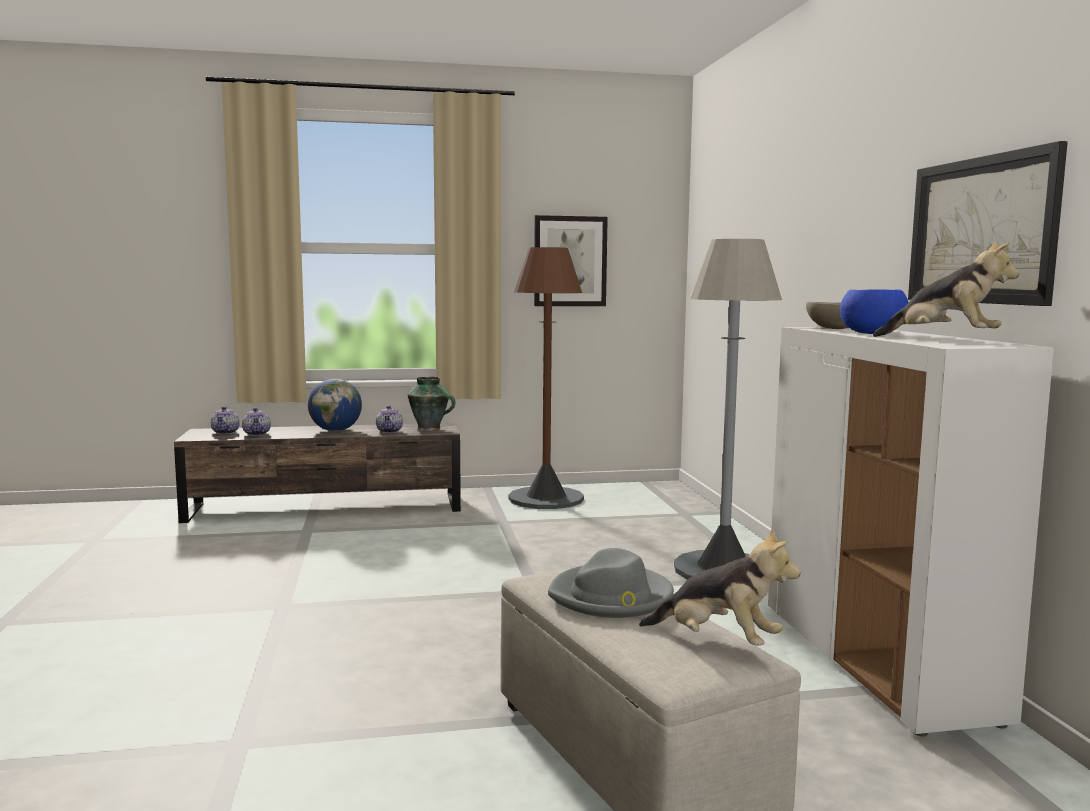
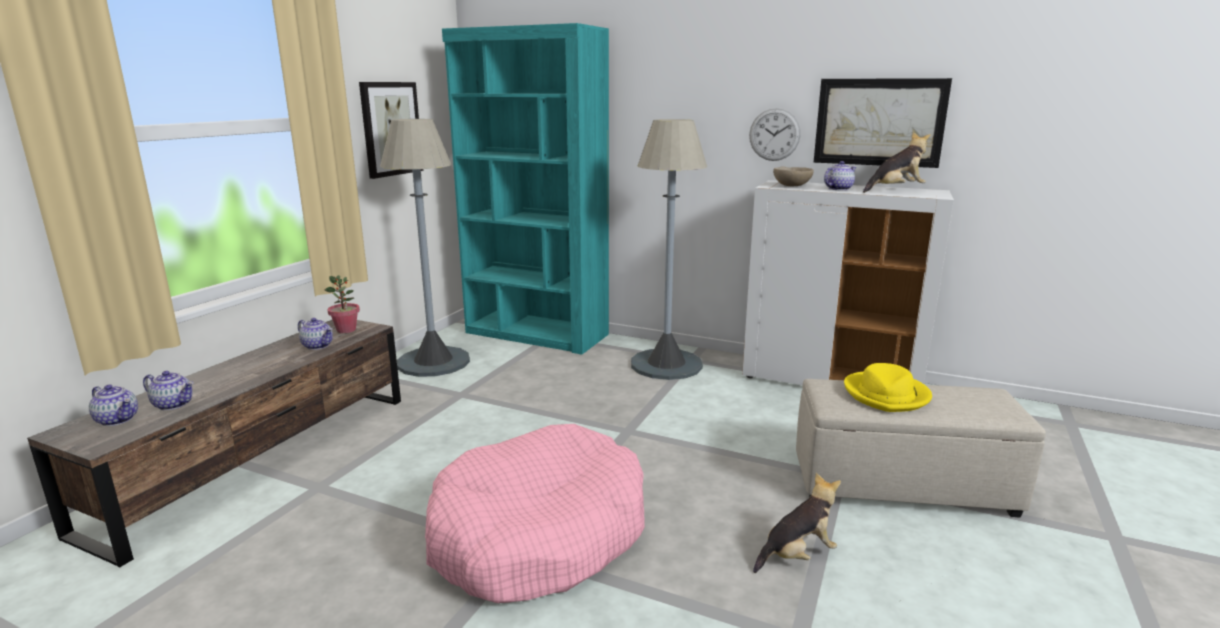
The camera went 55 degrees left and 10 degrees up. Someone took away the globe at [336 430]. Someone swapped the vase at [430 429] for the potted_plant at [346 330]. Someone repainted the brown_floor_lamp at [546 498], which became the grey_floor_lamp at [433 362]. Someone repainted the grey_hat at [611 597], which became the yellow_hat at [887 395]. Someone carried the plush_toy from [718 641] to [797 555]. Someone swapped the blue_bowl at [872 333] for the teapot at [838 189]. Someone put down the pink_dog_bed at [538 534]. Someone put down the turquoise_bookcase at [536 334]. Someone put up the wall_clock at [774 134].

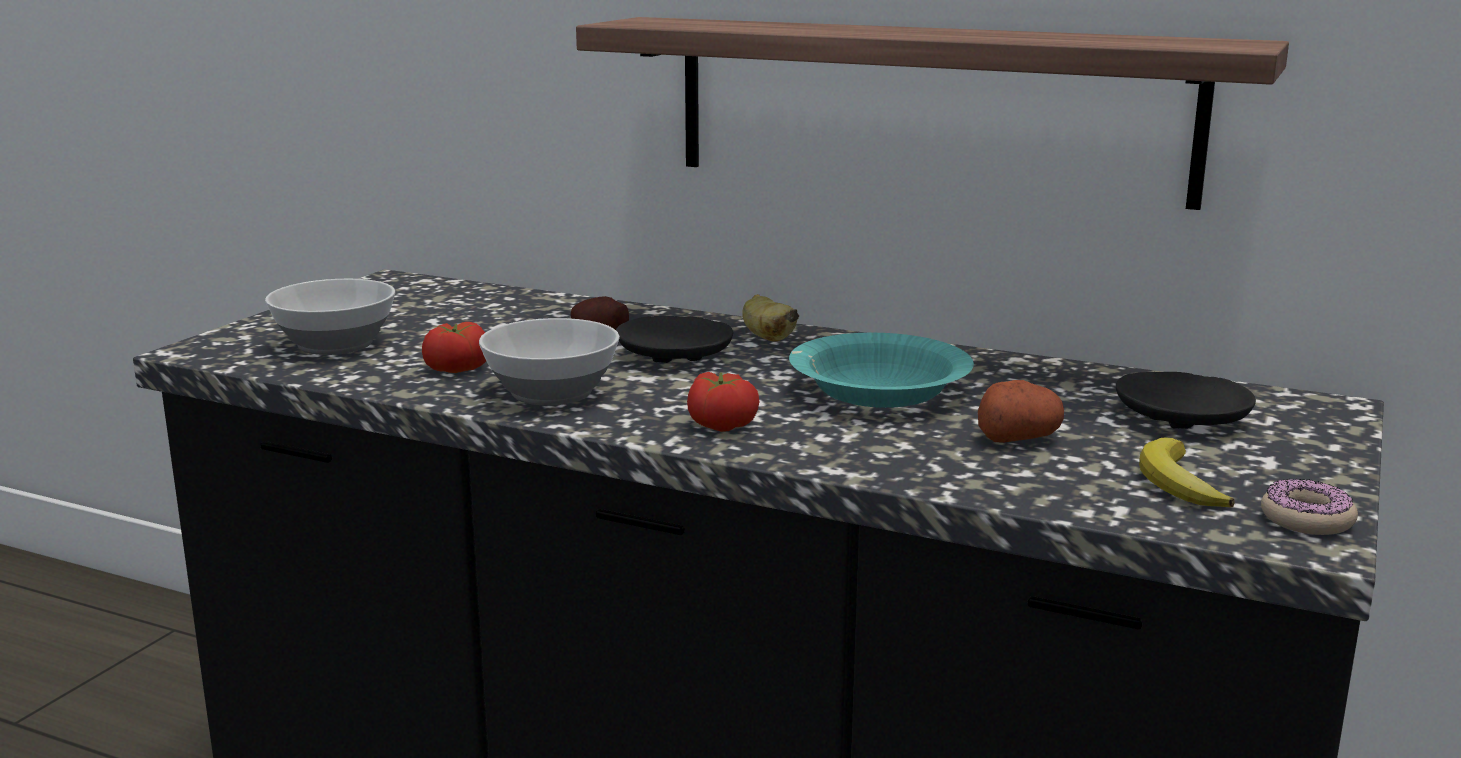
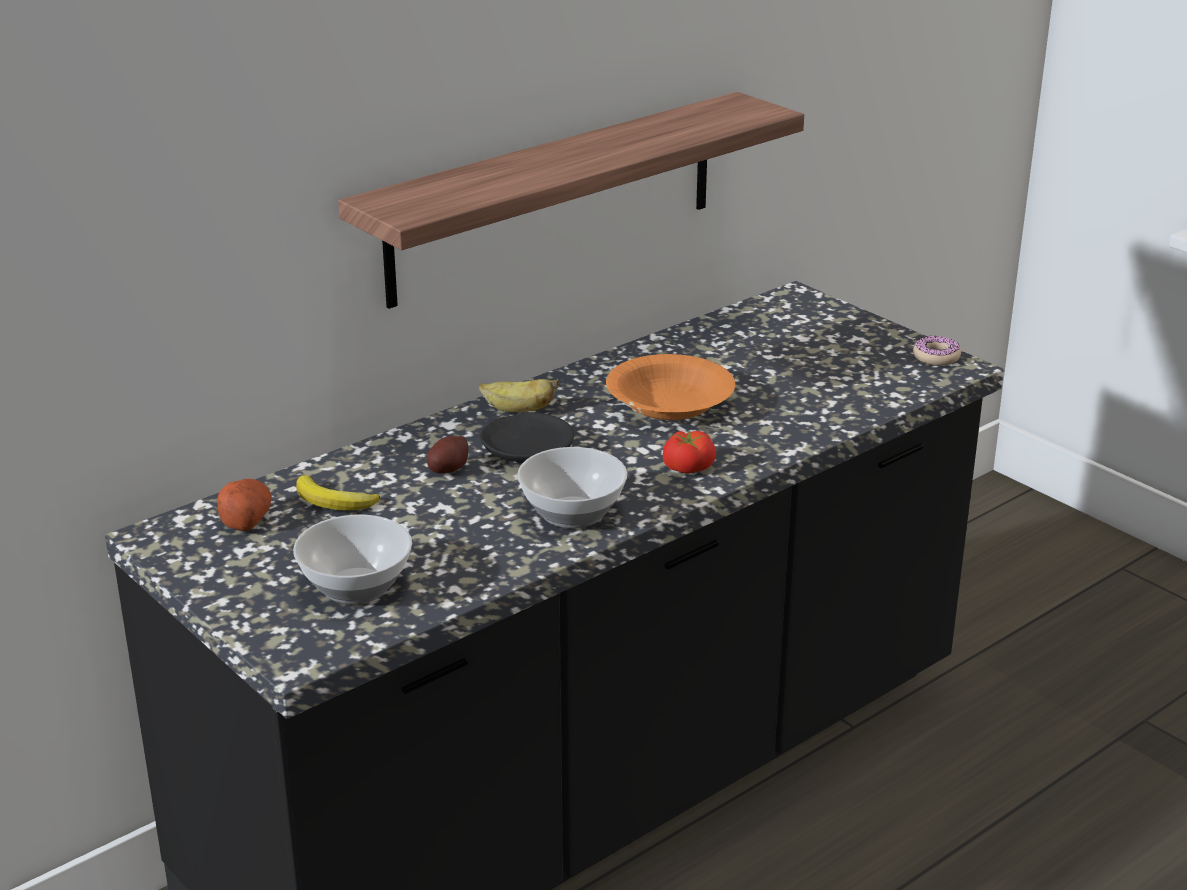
The camera went 65 degrees left and 10 degrees up. Someone took away the tomato at [456 368]. Someone repainted the turquoise_bowl at [879 392], which became the orange_bowl at [669 404]. Someone carried the potato from [1018 437] to [245 520]. Someone took away the black_plate at [1182 418]. Someone carried the banana from [1177 483] to [334 501].

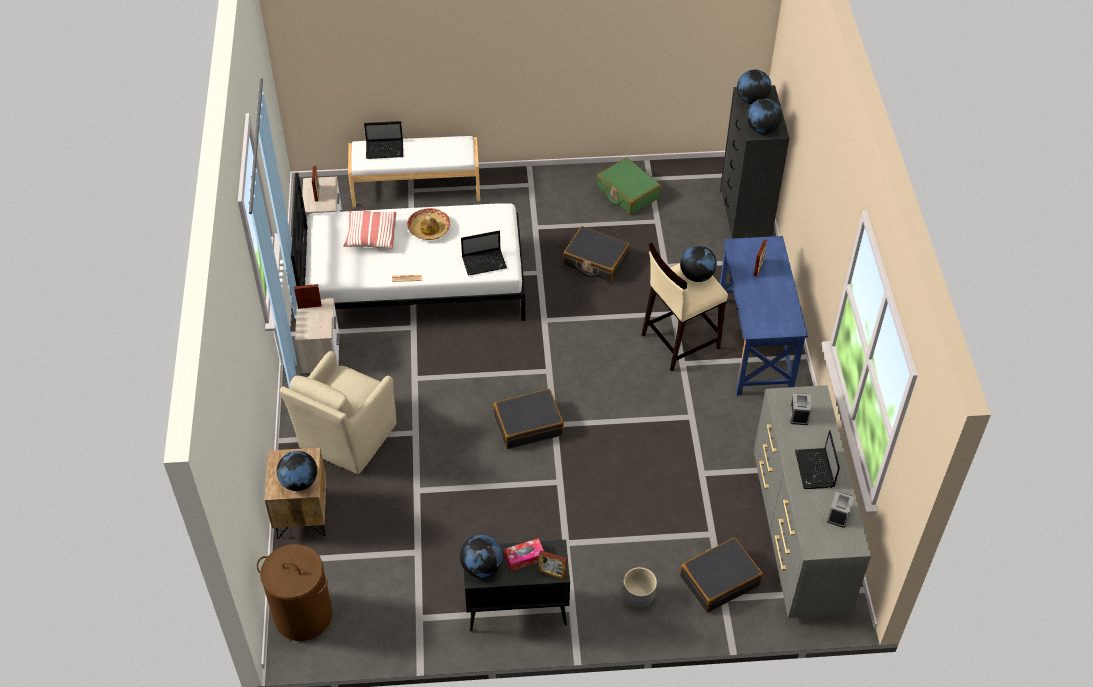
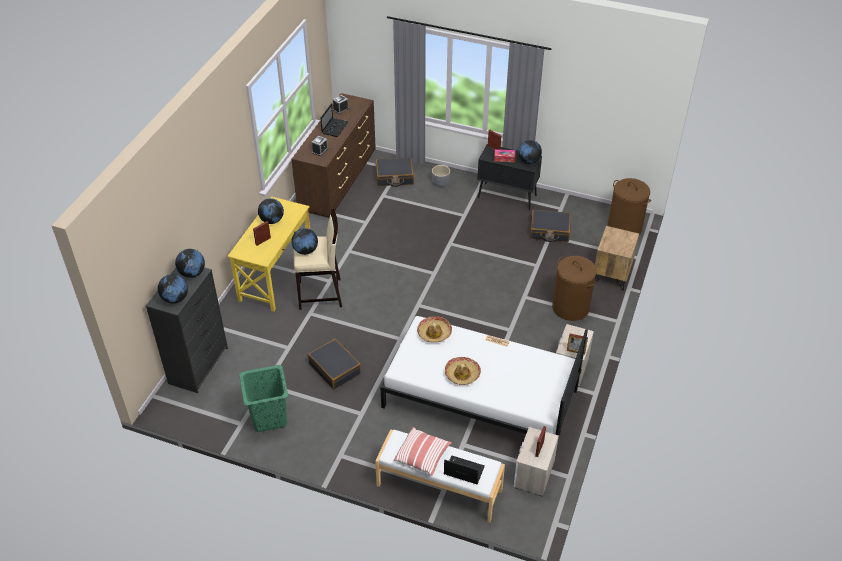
The camera went 155 degrees left and 5 degrees down. Someone carried the globe from [299 482] to [272 220]. Someone swapped the beige_armchair at [346 438] for the brown_laundry_basket at [571 307]. Someone carried the pillow from [371 236] to [422 456]. Someone swapped the laptop at [485 262] for the hat at [434 333]. Someone carried the black_suitcase from [528 425] to [549 231]. Someone swapped the green_suitcase at [627 193] for the green_laundry_basket at [268 417]. Someone repainted the blue_desk at [754 345], which became the yellow_desk at [275 276]. Someone repainted the grey_dresser at [798 535], which became the brown_dresser at [338 181].

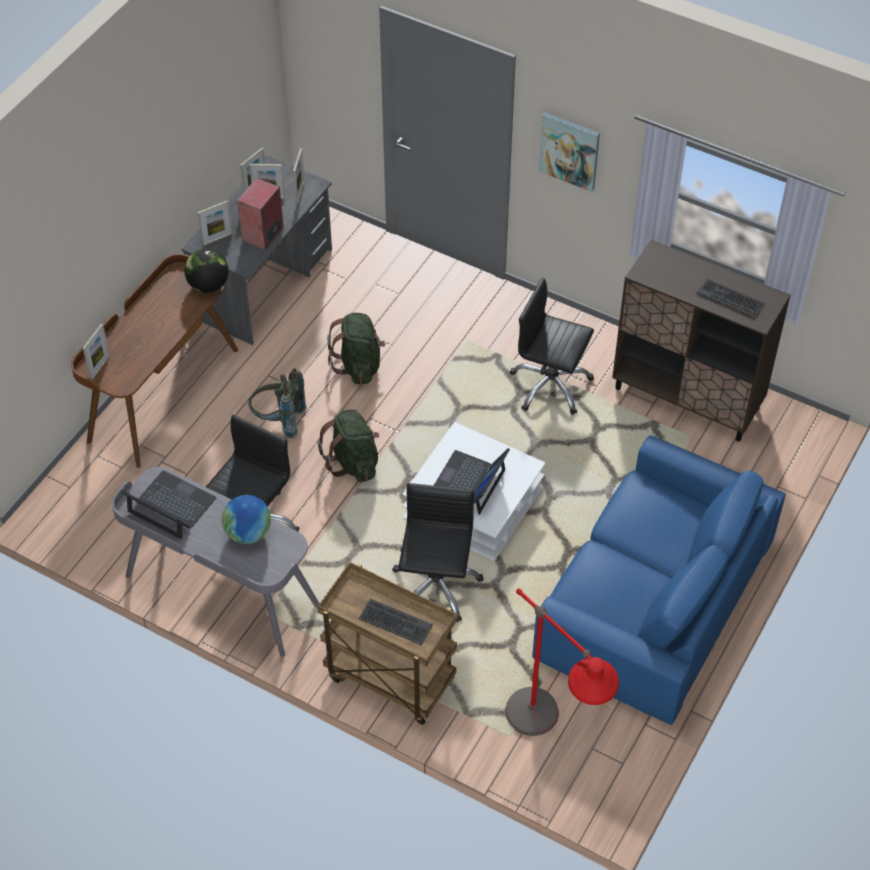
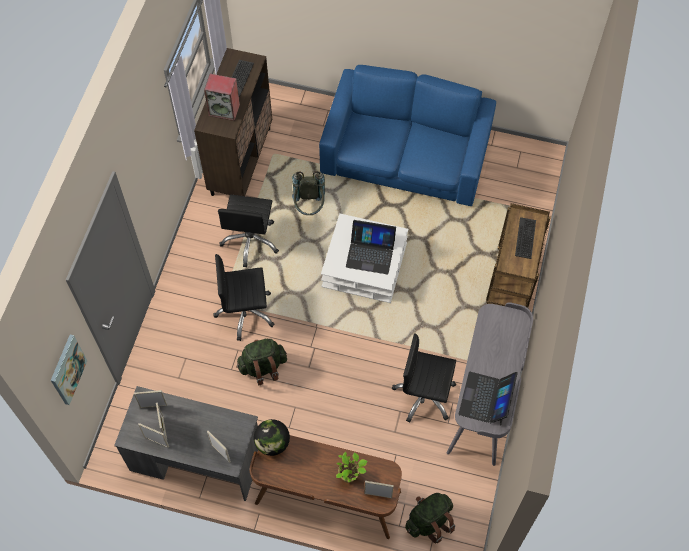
The camera went 105 degrees left and 10 degrees up. Someone took away the globe at [248 533]. Someone carried the speaker from [263 234] to [225 110]. Someone carried the grey_backpack from [278 421] to [309 207]. Someone carried the green_backpack from [353 462] to [429 521]. Someone carried the black_office_chair from [435 586] to [245 312]. Someone took away the red_floor_lamp at [550 742]. Someone carried the picture from [569 150] to [67 369]. Someone put down the potted_plant at [350 475].

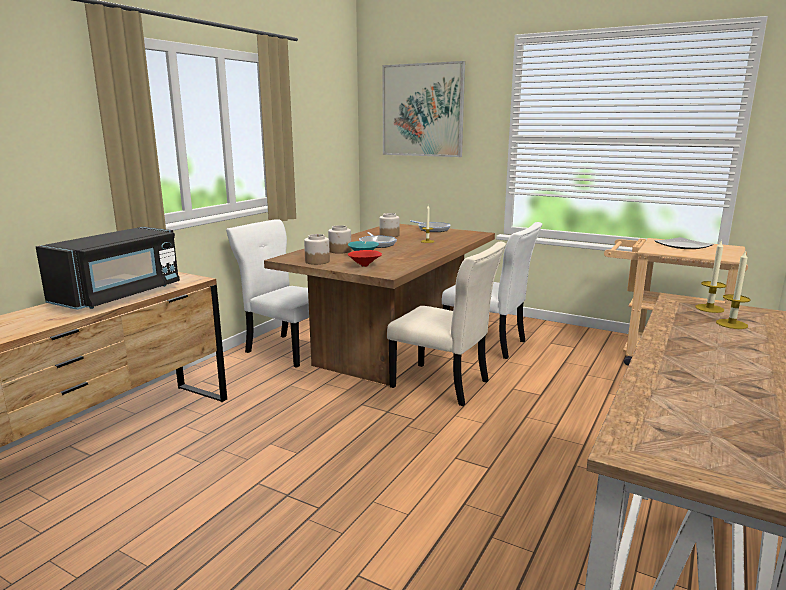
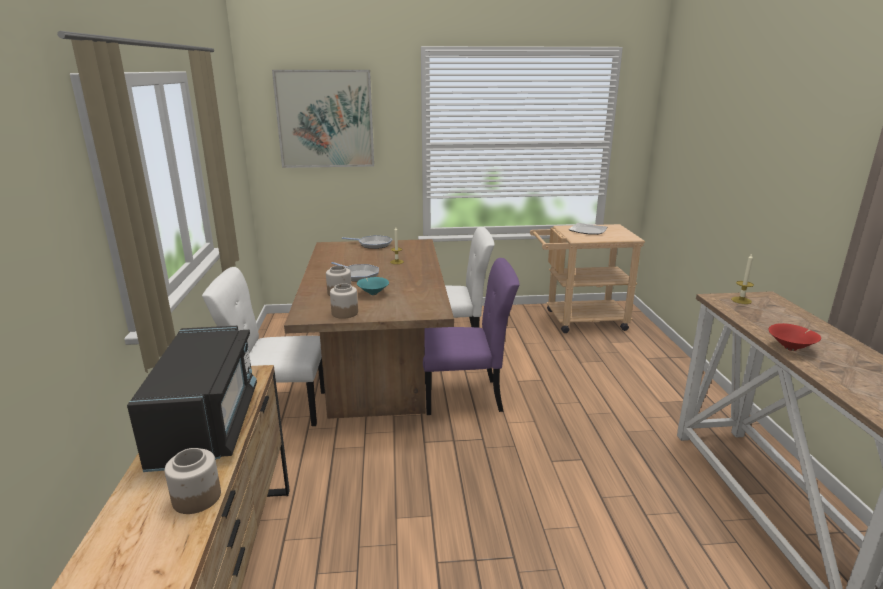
The camera went 35 degrees left and 5 degrees up. Someone carried the red_bowl from [365 266] to [791 348]. Someone carried the jar from [389 235] to [196 498]. Someone repainted the beige_chair at [443 385], which became the purple_chair at [466 397]. Someone took away the candle at [731 324].

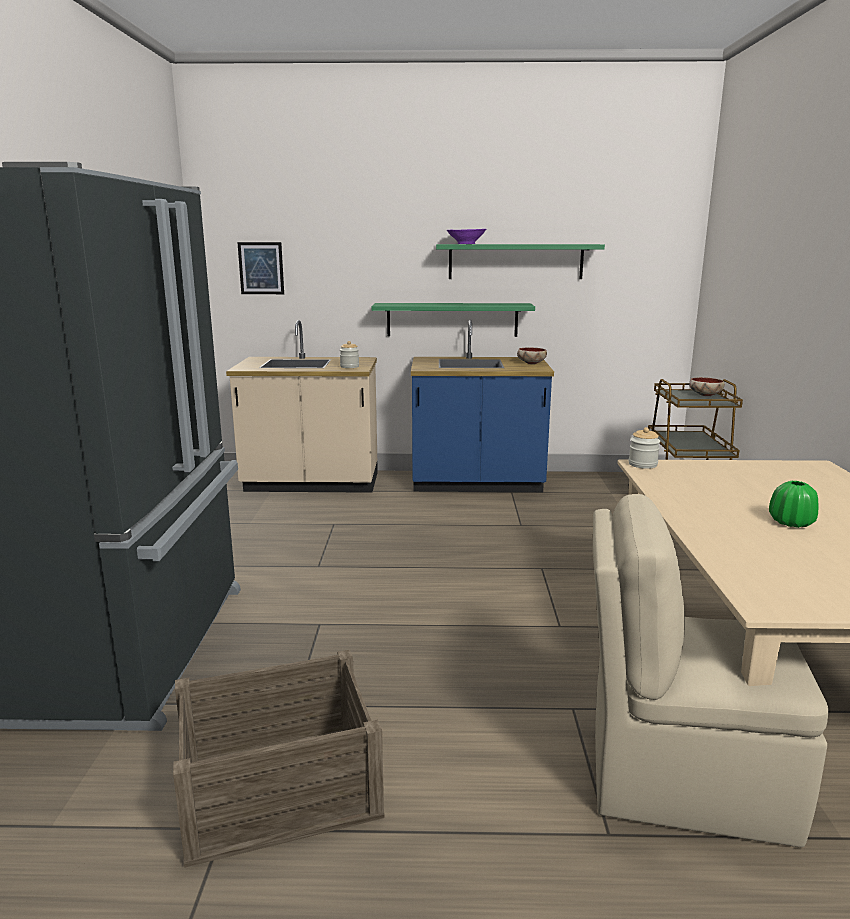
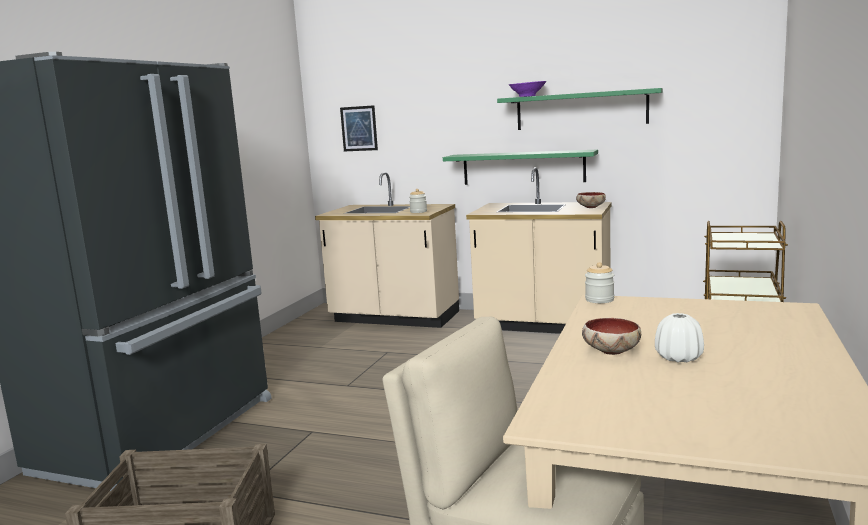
The camera went 20 degrees right and 5 degrees down. Someone repainted the blue_counter at [477 484], which became the beige_counter at [543 325]. Someone carried the bowl from [704 395] to [610 351]. Someone repainted the green_vase at [791 523], which became the white_vase at [678 358].

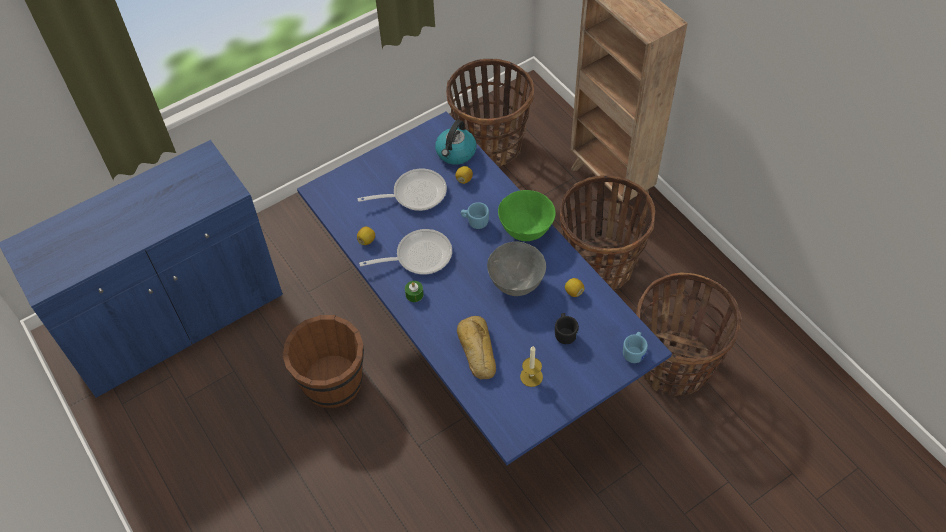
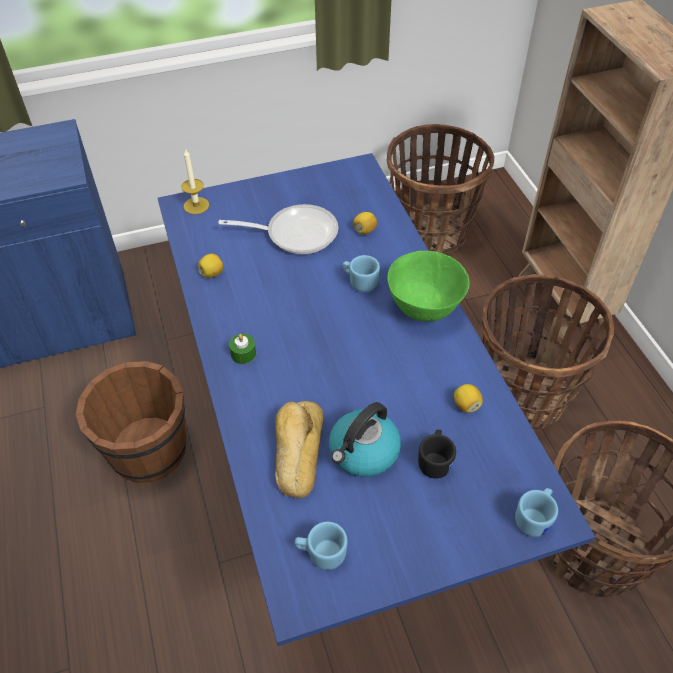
The camera went 15 degrees right and 5 degrees down. Someone took away the frying_pan at [418 256]. Someone carried the kettle from [456 153] to [363 452]. Someone took away the grey_bowl at [516 284]. Someone carried the candle from [531 376] to [196 205]. Someone put down the blue_mug at [321 553].

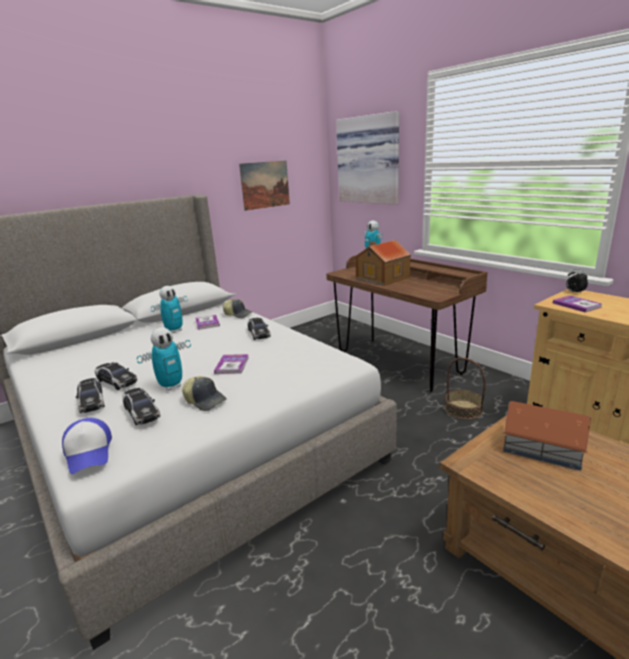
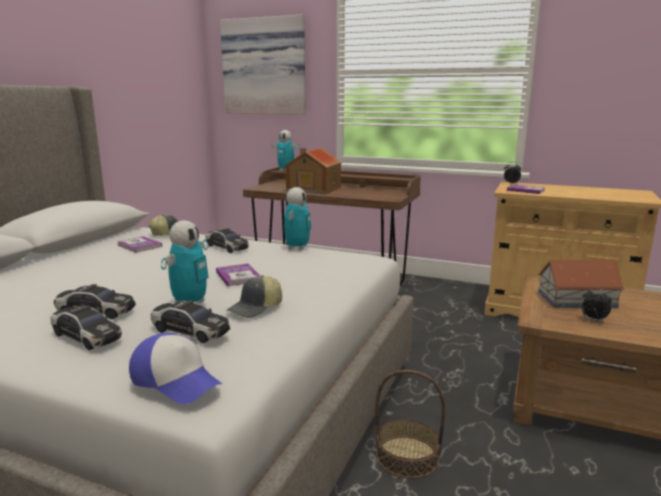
The camera went 30 degrees left and 5 degrees down. Someone carried the toy_robot from [174 330] to [297 248]. Someone rotated the cap at [205 400] by 120 degrees clockwise. Someone took away the picture at [265 185]. Someone carried the basket from [463 409] to [407 456]. Someone put down the alarm_clock at [593 320].

